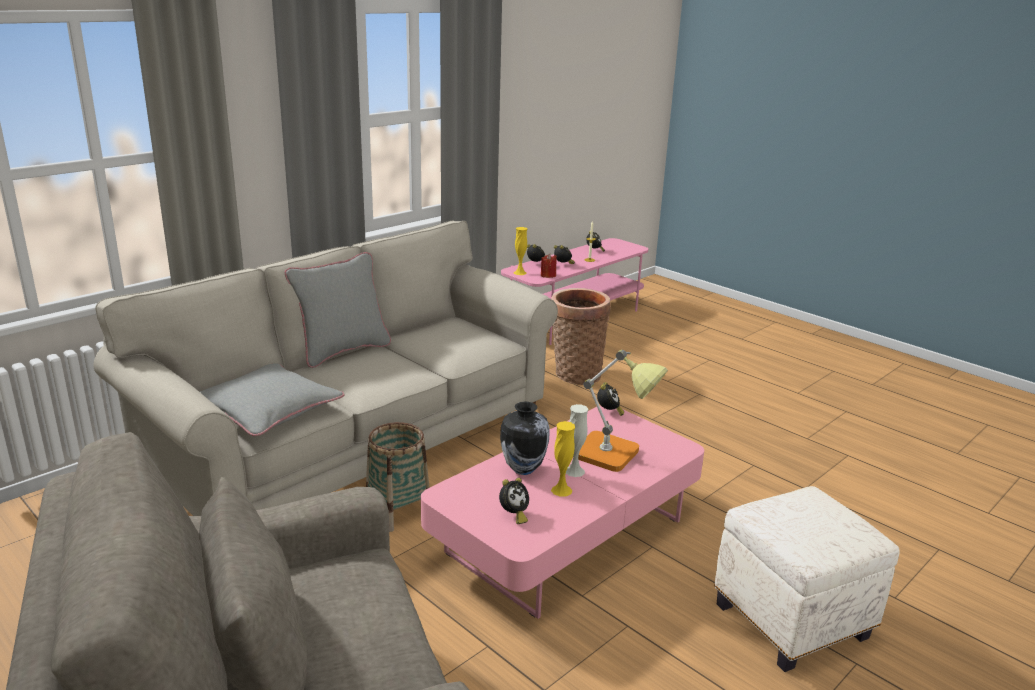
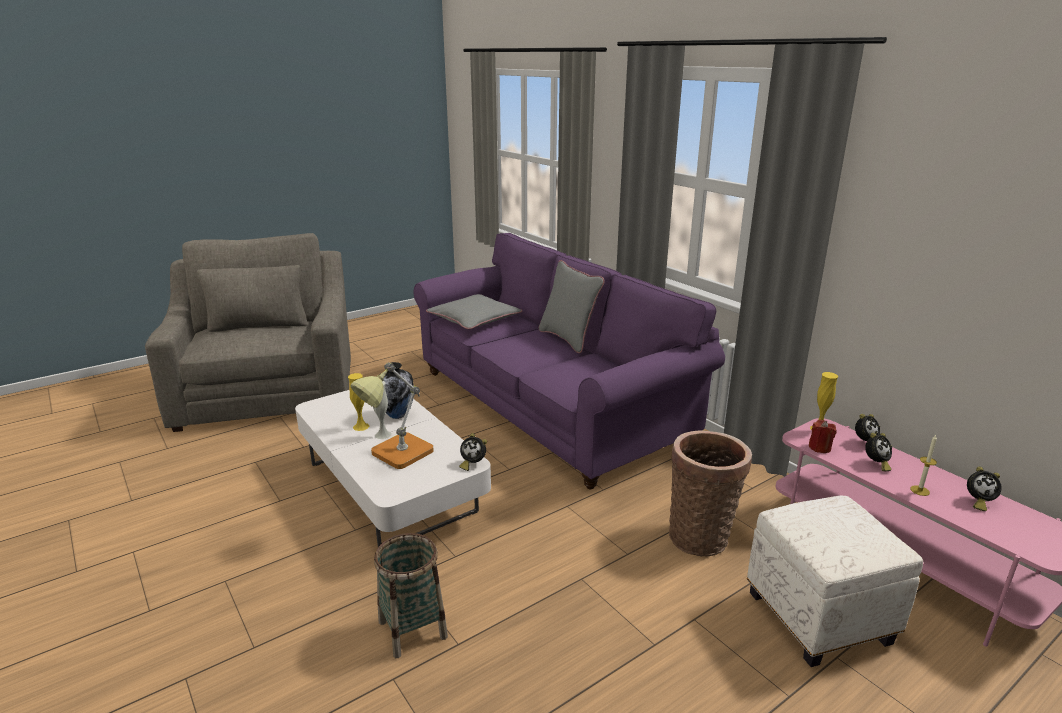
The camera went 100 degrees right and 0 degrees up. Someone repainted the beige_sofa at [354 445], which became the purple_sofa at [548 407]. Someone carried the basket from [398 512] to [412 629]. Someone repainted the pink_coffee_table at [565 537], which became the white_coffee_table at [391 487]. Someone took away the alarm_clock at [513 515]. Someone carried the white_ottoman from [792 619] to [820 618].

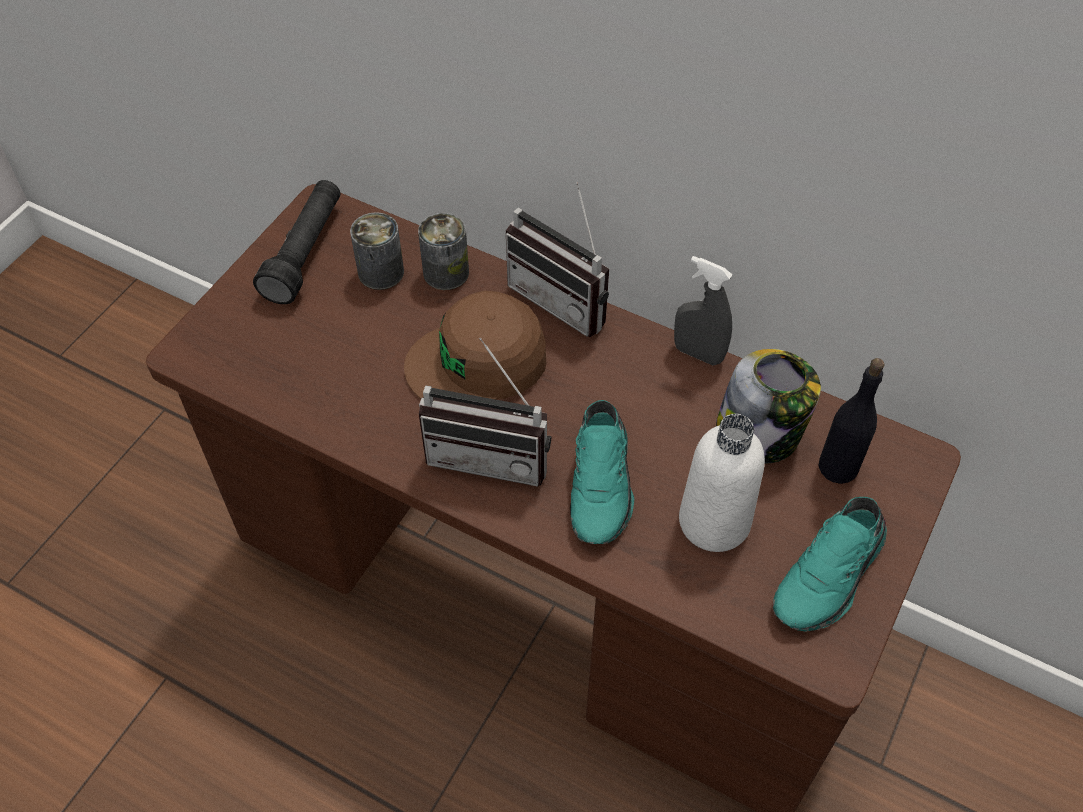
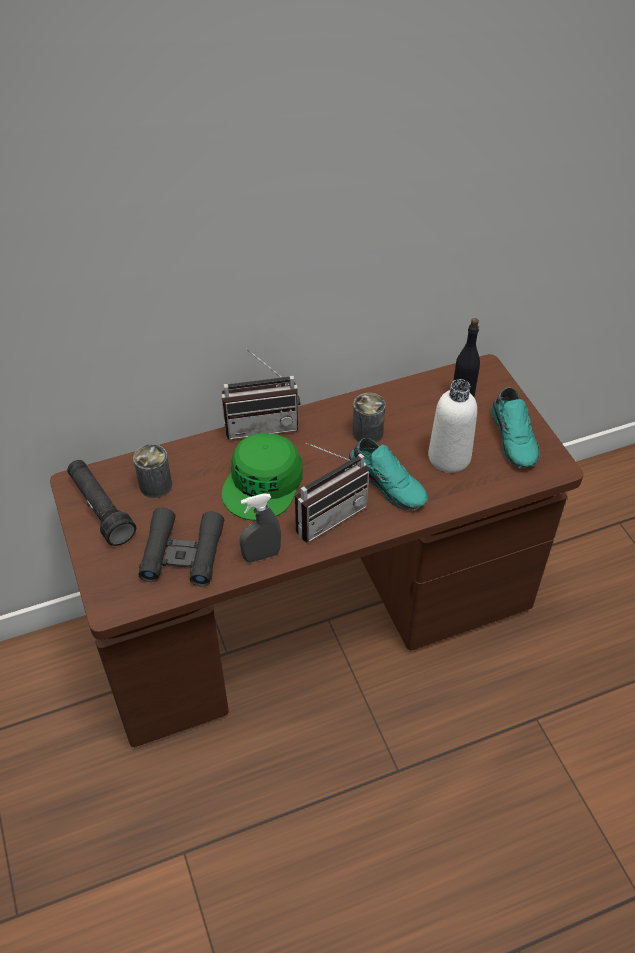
The camera went 50 degrees left and 5 degrees down. Someone repainted the brown_cap at [478 362], which became the green_cap at [263 483]. Someone carried the can from [446 272] to [367 433]. Someone carried the grey_spray_bottle from [698 353] to [261 555]. Someone took away the jar at [759 434]. Someone put down the black_binoculars at [182 553].

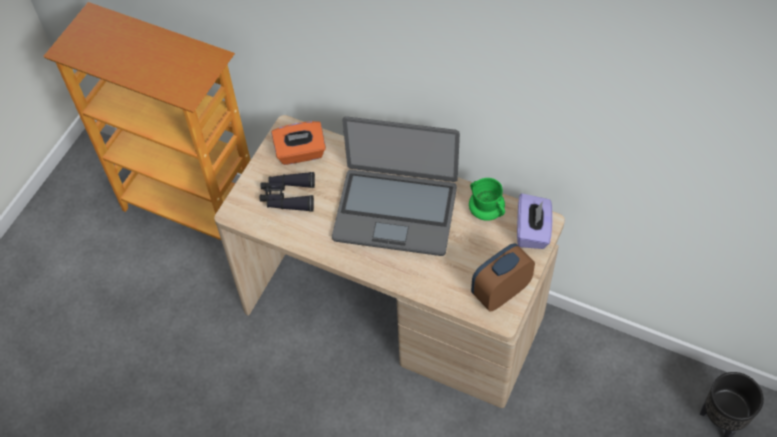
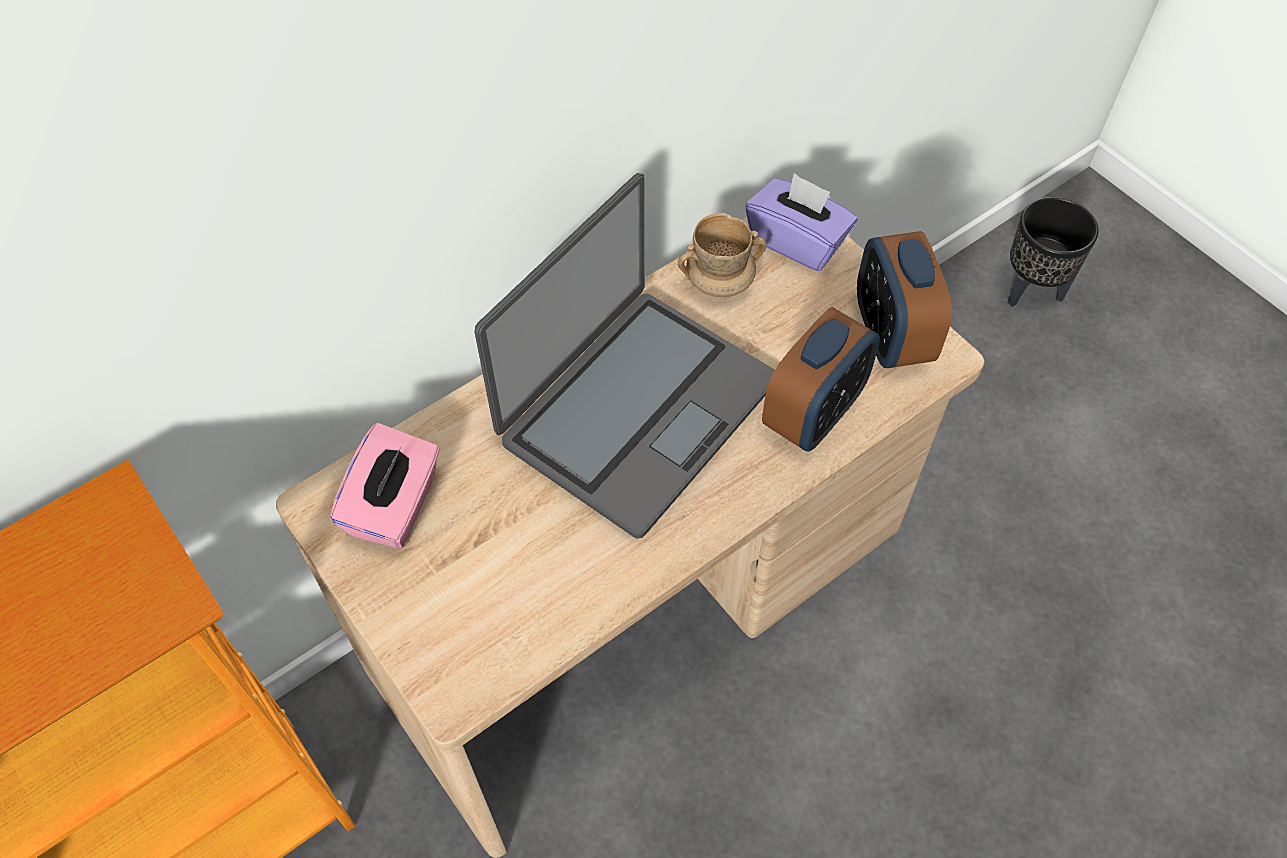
The camera went 65 degrees left and 0 degrees up. Someone took away the black_binoculars at [288 196]. Someone repainted the orange_tissue_box at [300 153], which became the pink_tissue_box at [395 506]. Someone repainted the green_mug at [486 211], which became the beige_mug at [720 282]. Someone put down the alarm_clock at [813 414].

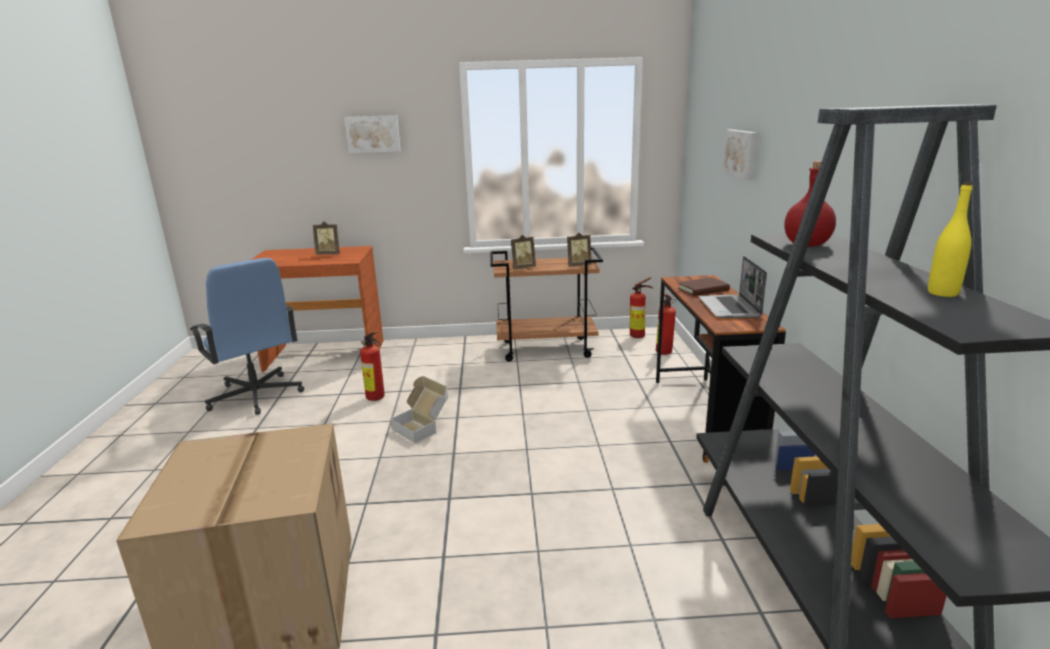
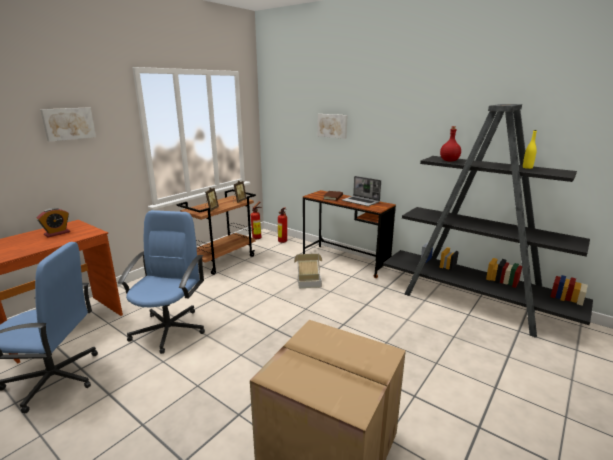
The camera went 50 degrees left and 0 degrees up. Someone swapped the picture_frame at [329 254] for the alarm_clock at [57 233]. Someone swapped the fire_extinguisher at [377 398] for the blue_office_chair at [169 329]. Someone carried the cardboard_box from [422 427] to [308 281].

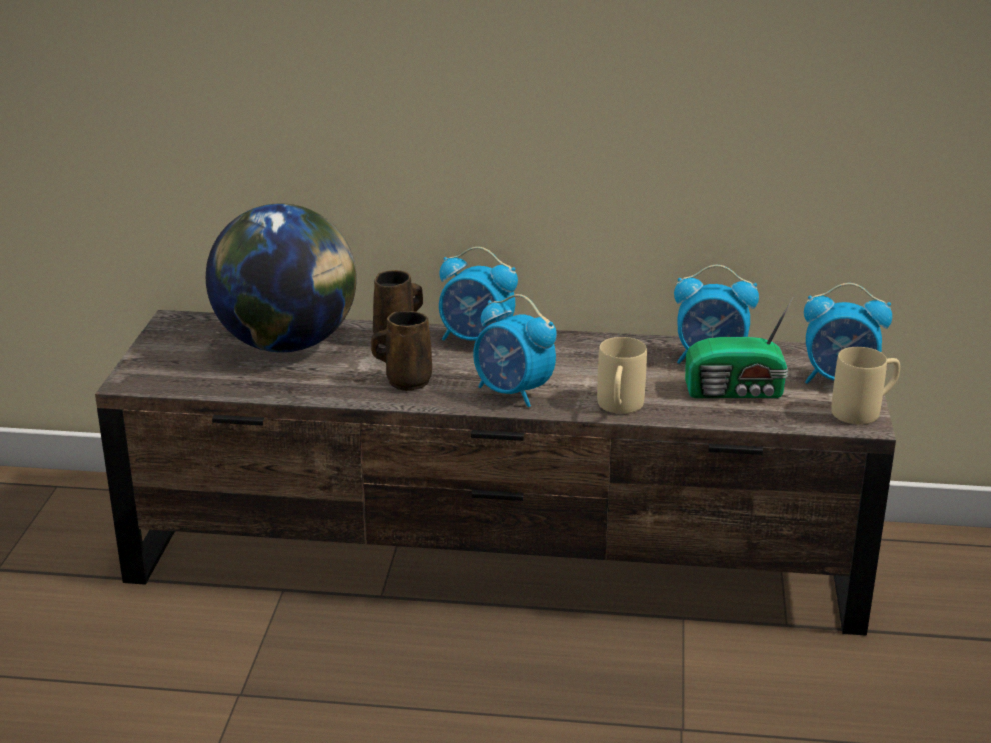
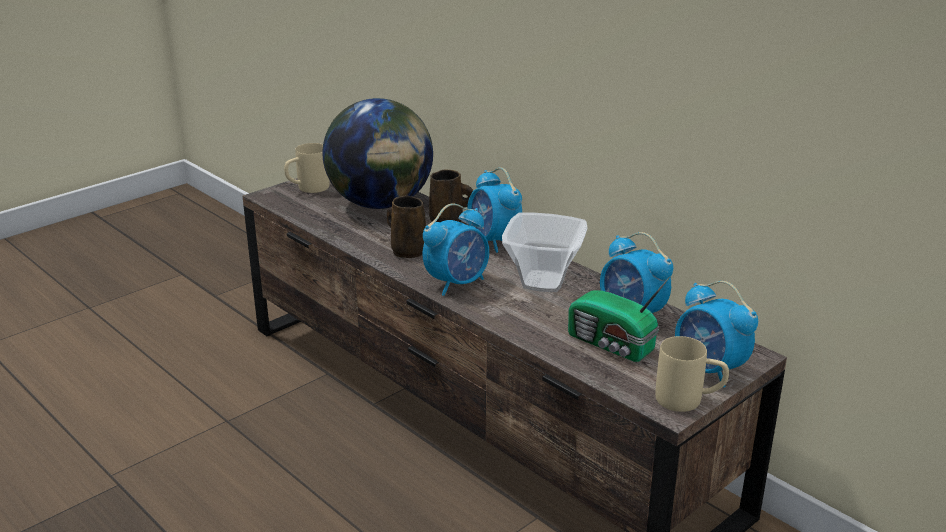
The camera went 40 degrees right and 0 degrees up. Someone rotated the alarm_clock at [513 393] by 120 degrees counterclockwise. Someone carried the beige_mug from [619 408] to [307 189]. Someone put down the bowl at [541 282].

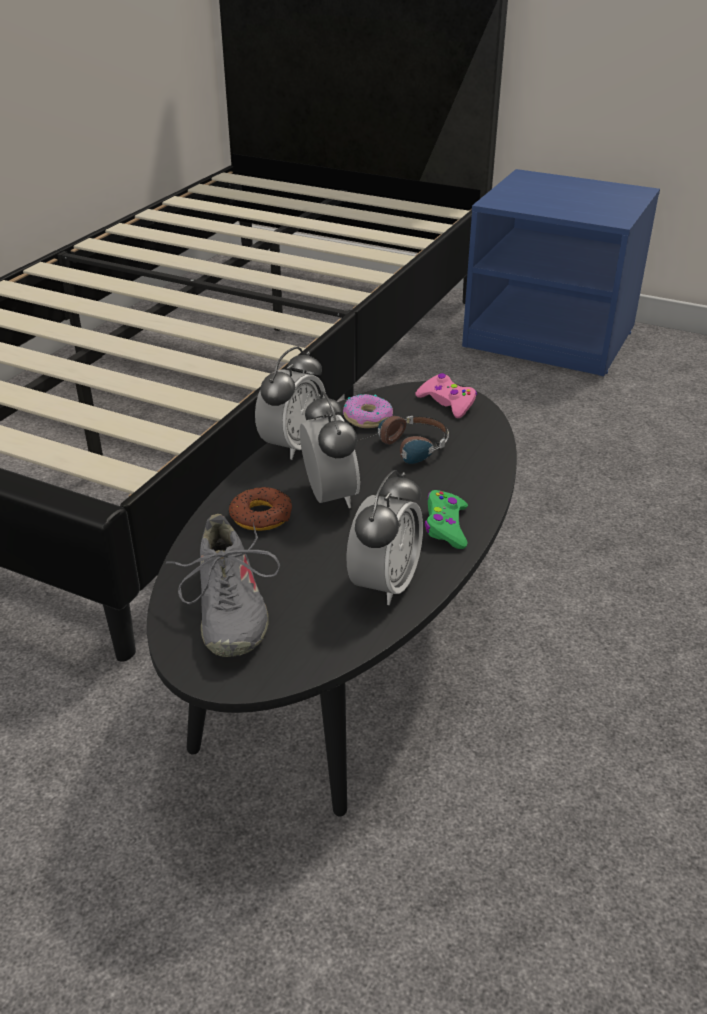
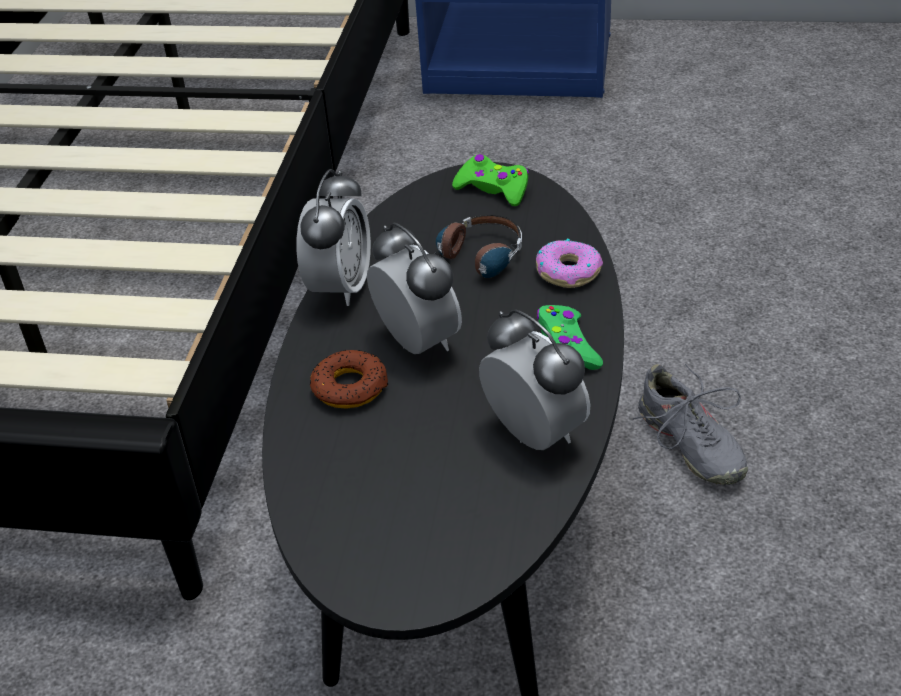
The camera went 15 degrees left and 5 degrees up. Someone carried the grey_shoe from [228 609] to [689 445]. Someone carried the donut from [367 418] to [568 271]. Someone rotated the alarm_clock at [384 584] by 45 degrees counterclockwise. Someone repainted the pink_game_controller at [447 402], which became the green_game_controller at [493 188].

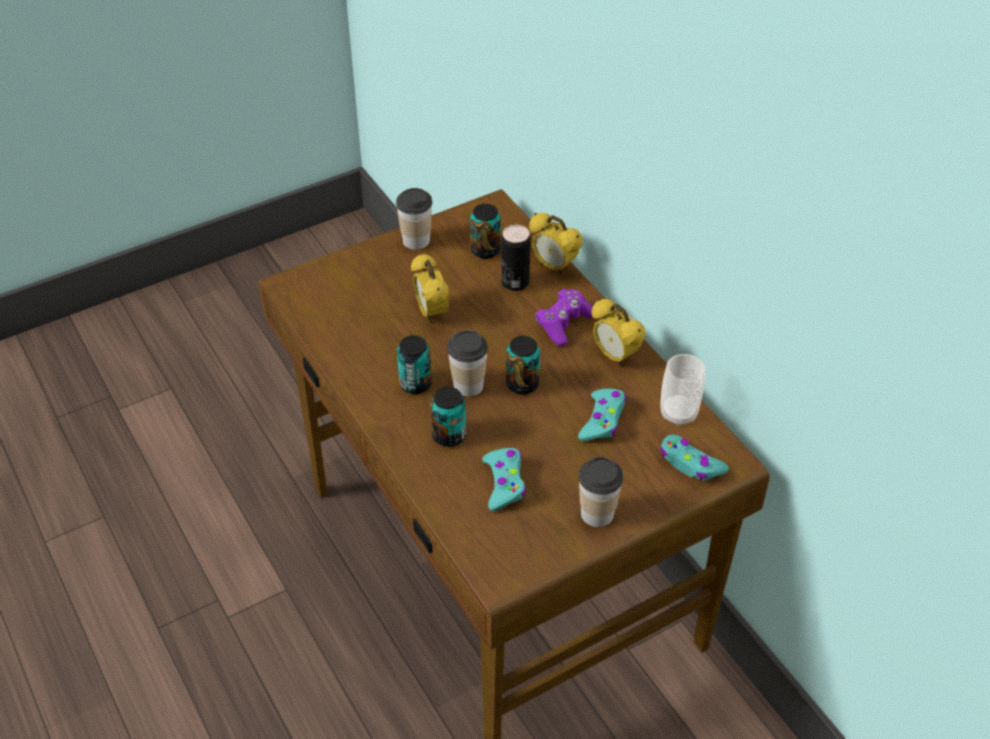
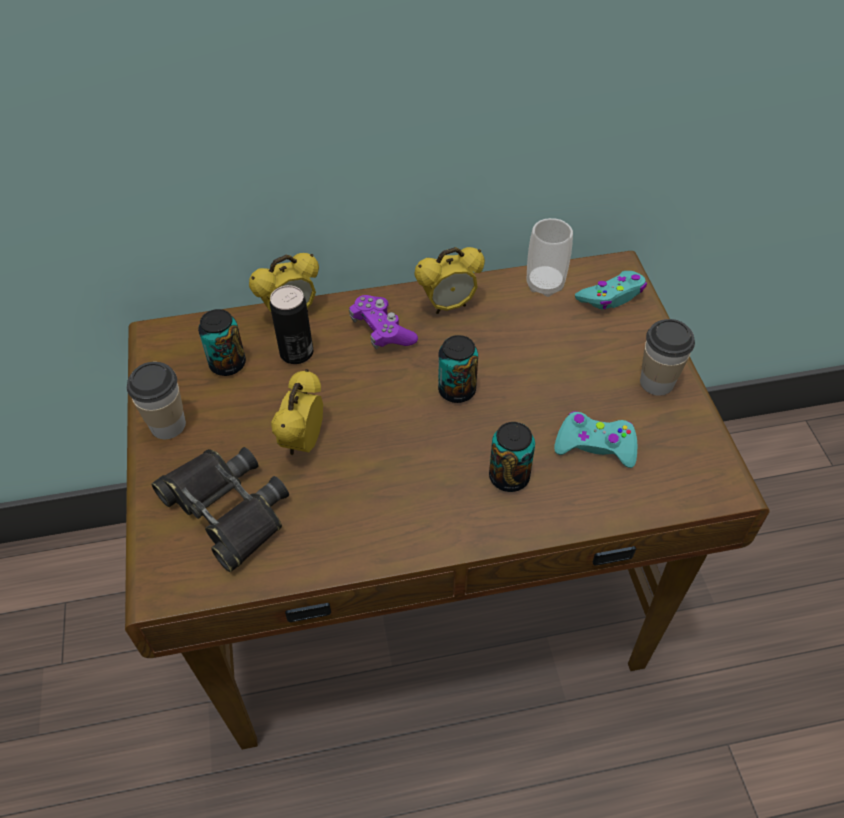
The camera went 70 degrees left and 5 degrees up. Someone took away the can at [415 384]. Someone rotated the alarm_clock at [431 313] by 105 degrees clockwise. Someone took away the cup at [468 385]. Someone took away the turquoise_game_controller at [602 420]. Someone put down the black_binoculars at [226 510].

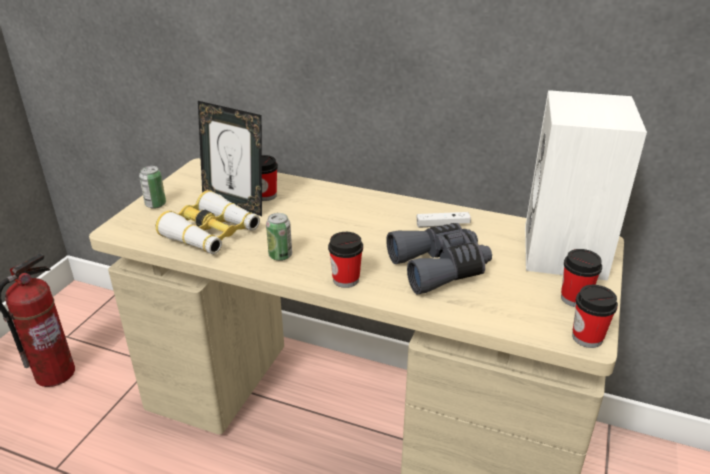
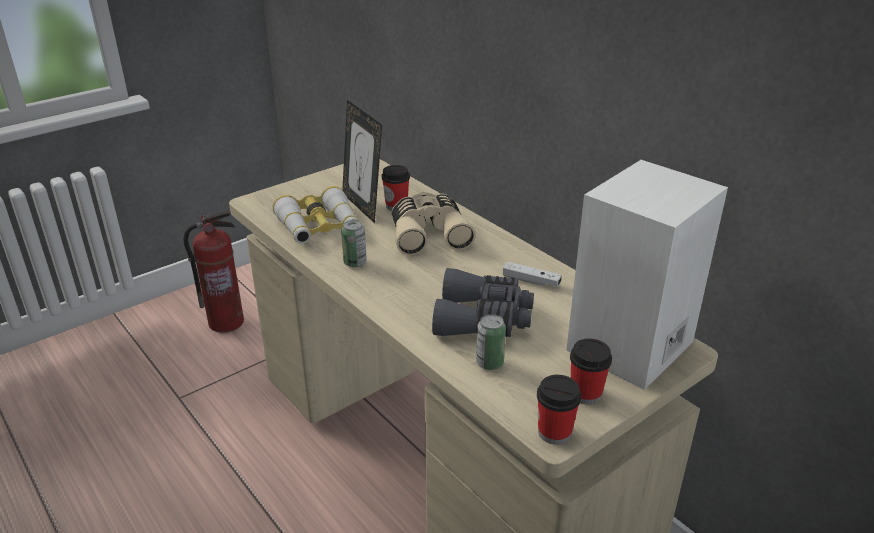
The camera went 30 degrees right and 0 degrees up. Someone carried the can from [155 204] to [489 363]. Someone took away the cup at [346 280]. Someone put down the beige_binoculars at [429 233].

